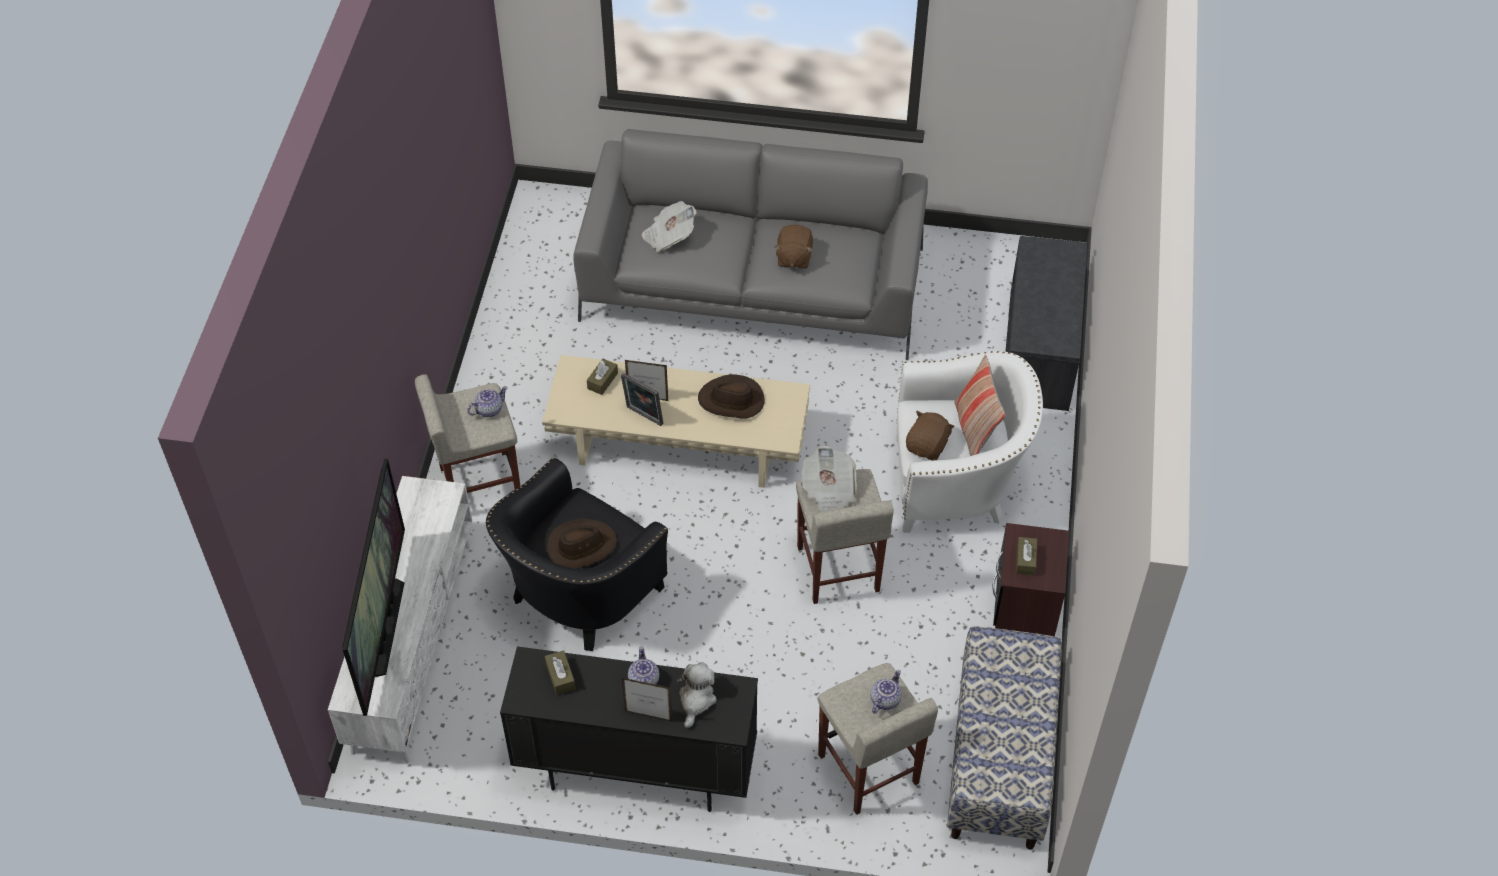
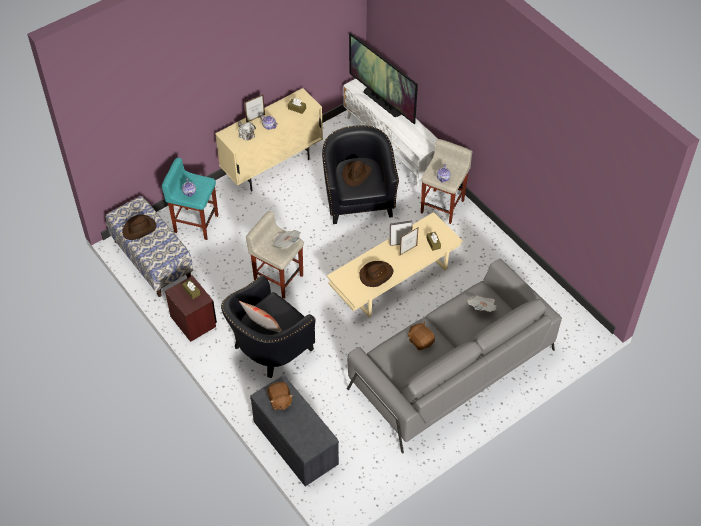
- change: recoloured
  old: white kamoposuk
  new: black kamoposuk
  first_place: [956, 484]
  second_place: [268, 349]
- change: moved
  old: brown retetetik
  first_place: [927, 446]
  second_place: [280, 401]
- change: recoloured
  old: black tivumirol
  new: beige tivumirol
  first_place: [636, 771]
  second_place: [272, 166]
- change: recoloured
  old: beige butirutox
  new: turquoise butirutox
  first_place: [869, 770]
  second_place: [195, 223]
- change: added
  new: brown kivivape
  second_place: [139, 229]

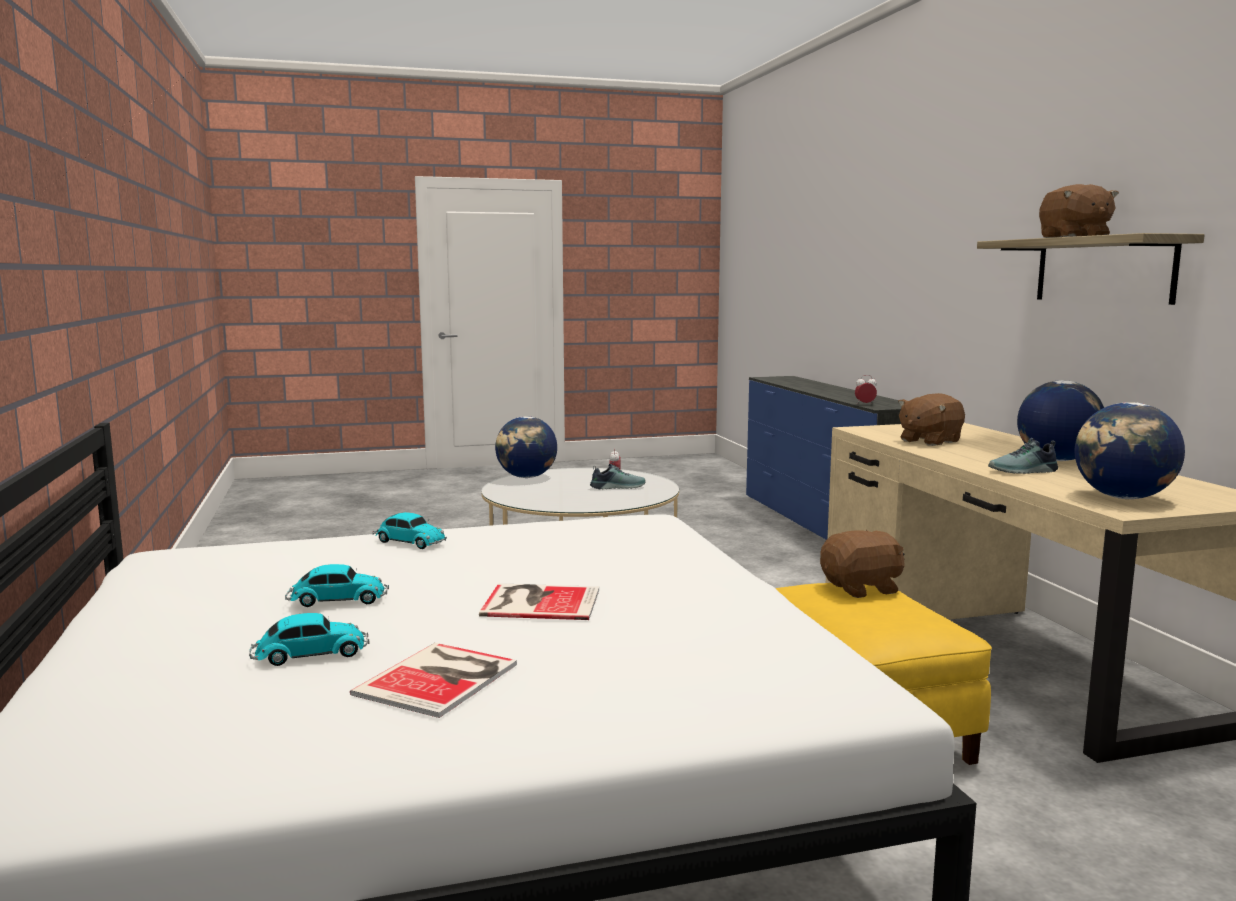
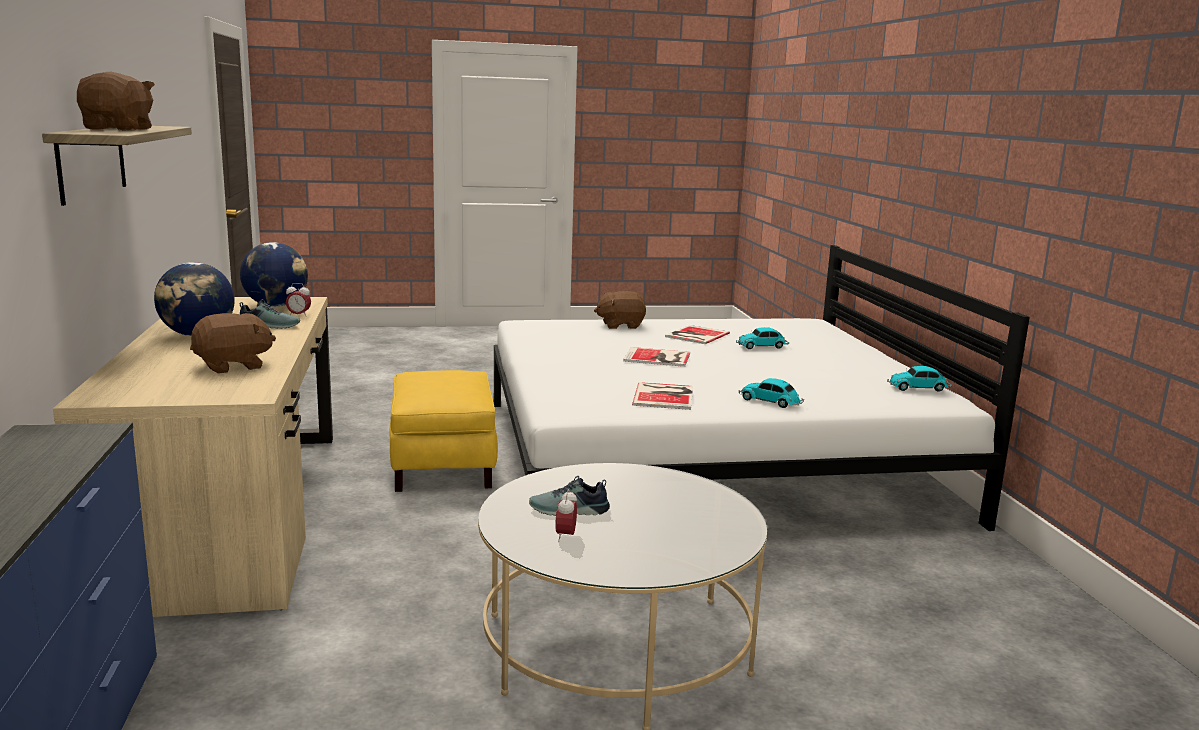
- change: moved
  old: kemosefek
  first_place: [865, 404]
  second_place: [299, 315]
- change: removed
  old: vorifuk
  first_place: [527, 477]
- change: moved
  old: brown retetetik
  first_place: [862, 588]
  second_place: [620, 325]
- change: moved
  old: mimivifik
  first_place: [336, 600]
  second_place: [919, 388]
- change: added
  new: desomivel
  second_place: [665, 396]

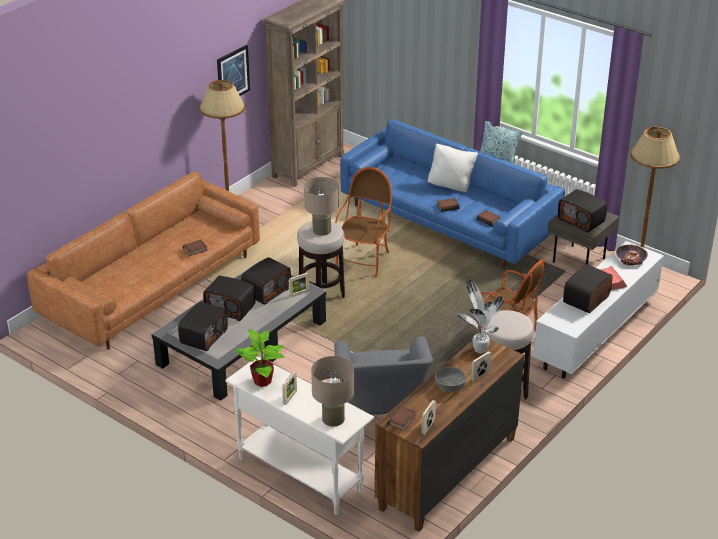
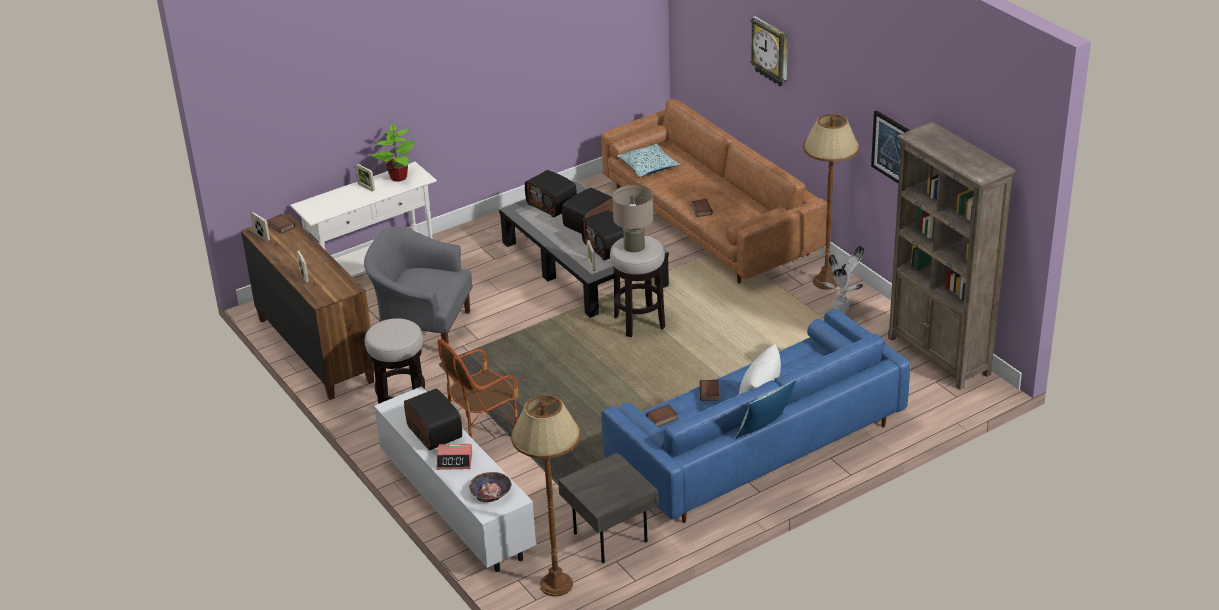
- change: removed
  old: kamoposuk
  first_place: [364, 261]
- change: removed
  old: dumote
  first_place: [581, 220]
- change: moved
  old: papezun
  first_place: [479, 349]
  second_place: [842, 311]
- change: removed
  old: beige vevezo
  first_place: [333, 419]
- change: removed
  old: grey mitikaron
  first_place: [449, 385]
- change: added
  new: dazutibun
  second_place: [771, 51]
- change: added
  new: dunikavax
  second_place: [648, 167]

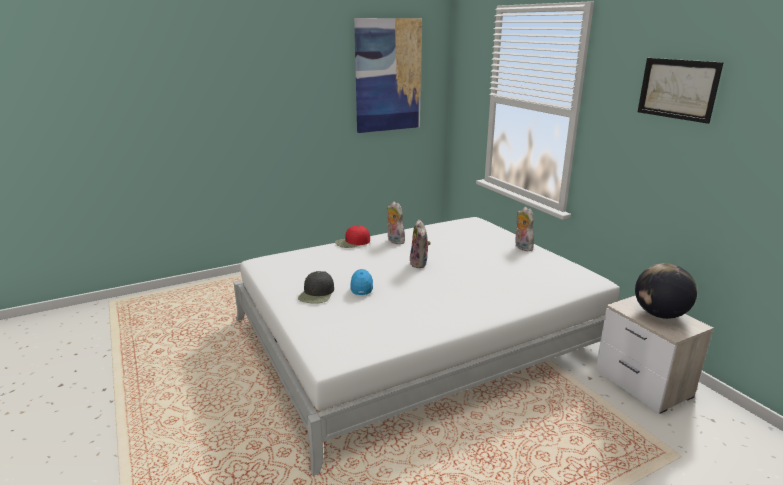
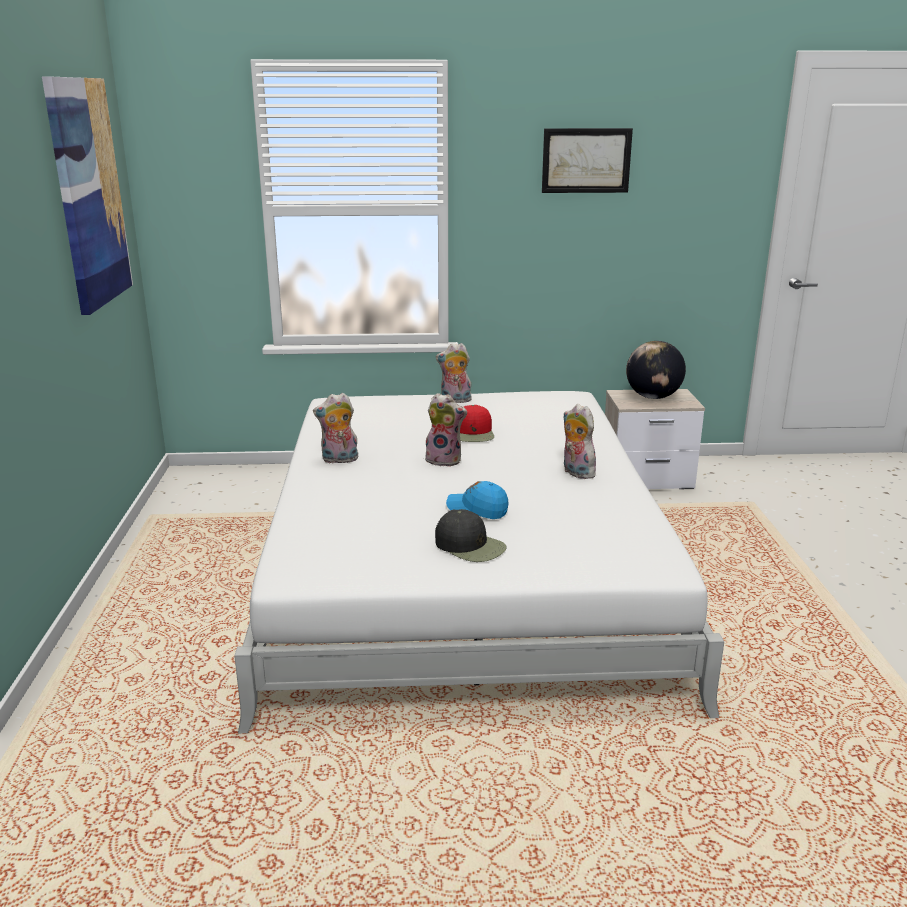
- change: moved
  old: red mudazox
  first_place: [352, 242]
  second_place: [474, 433]
- change: added
  new: retetetik
  second_place: [576, 472]

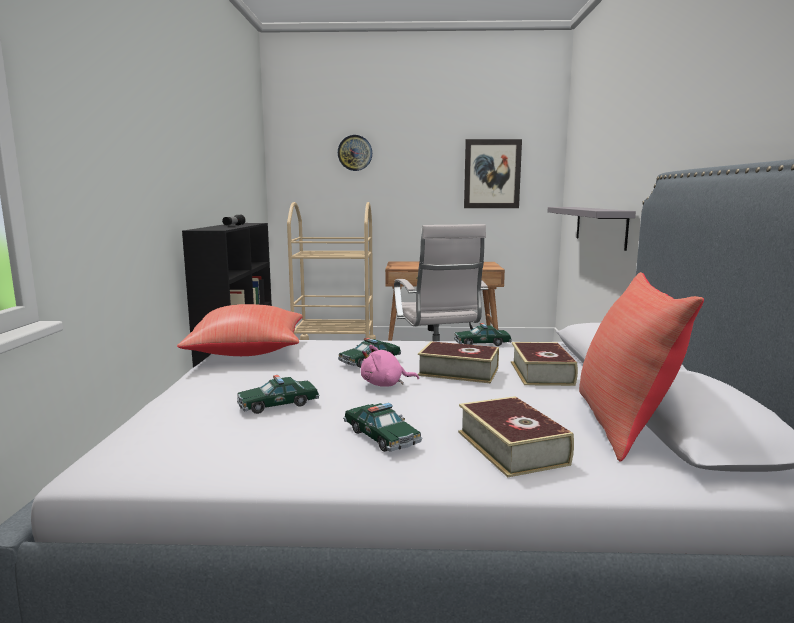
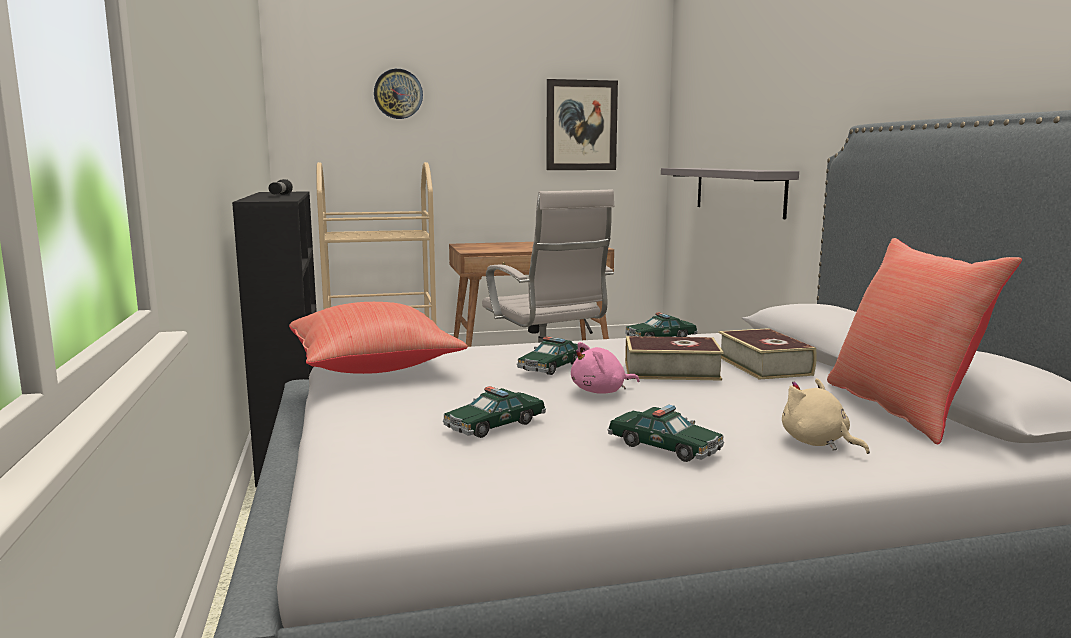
- change: replaced
  old: desomivel
  new: beige retetetik
  first_place: [511, 447]
  second_place: [817, 443]

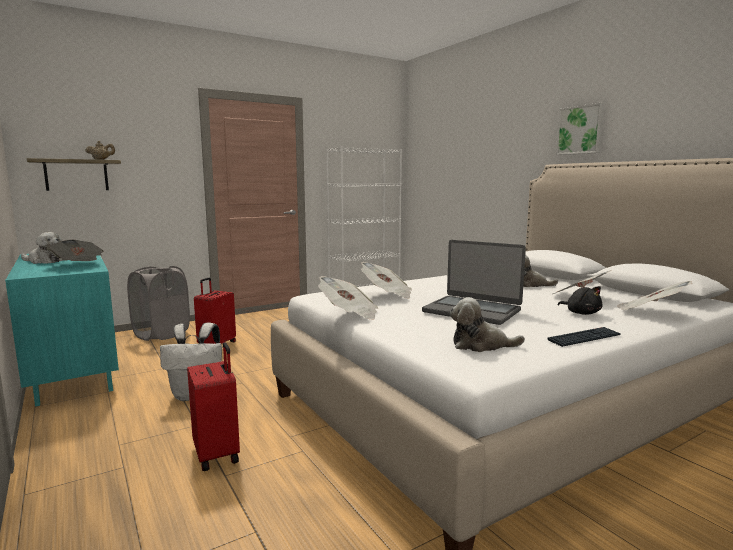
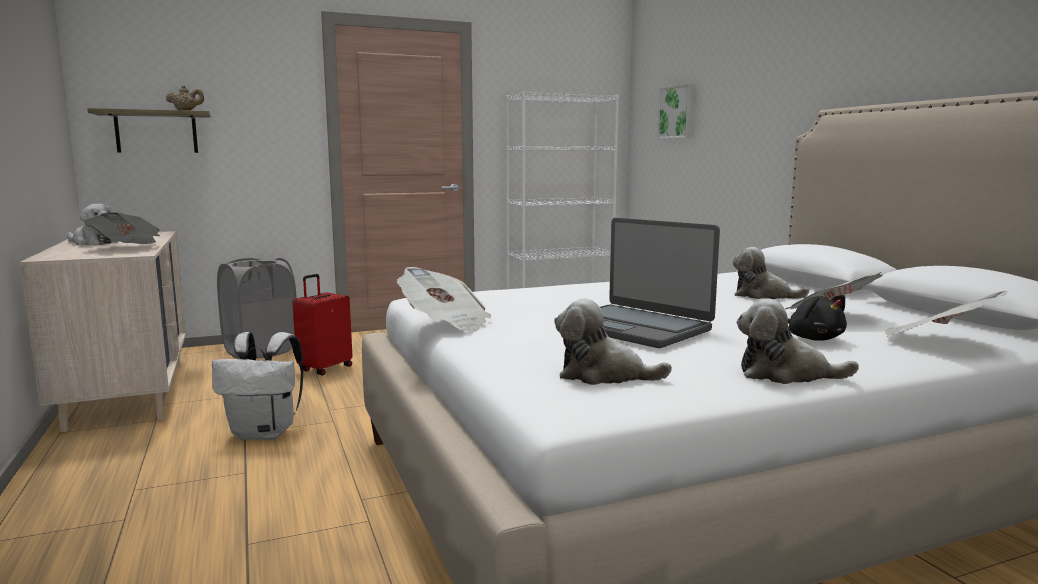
- change: moved
  old: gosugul
  first_place: [580, 130]
  second_place: [677, 112]
- change: recoloured
  old: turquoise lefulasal
  new: beige lefulasal
  first_place: [73, 371]
  second_place: [128, 391]
- change: removed
  old: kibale
  first_place: [387, 294]
- change: replaced
  old: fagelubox
  new: retetetik
  first_place: [584, 338]
  second_place: [785, 374]
- change: removed
  old: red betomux
  first_place: [218, 454]

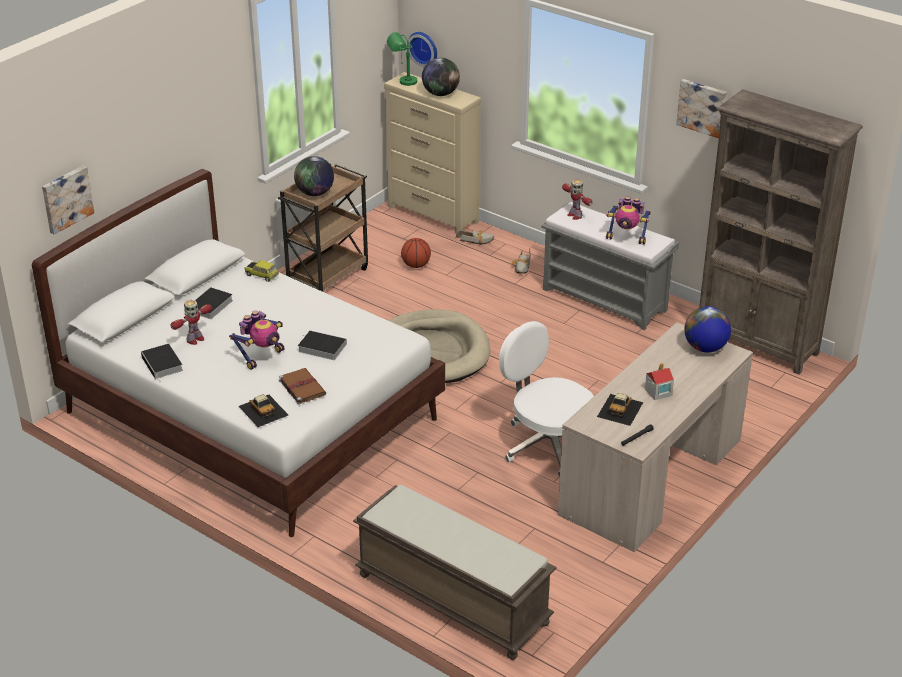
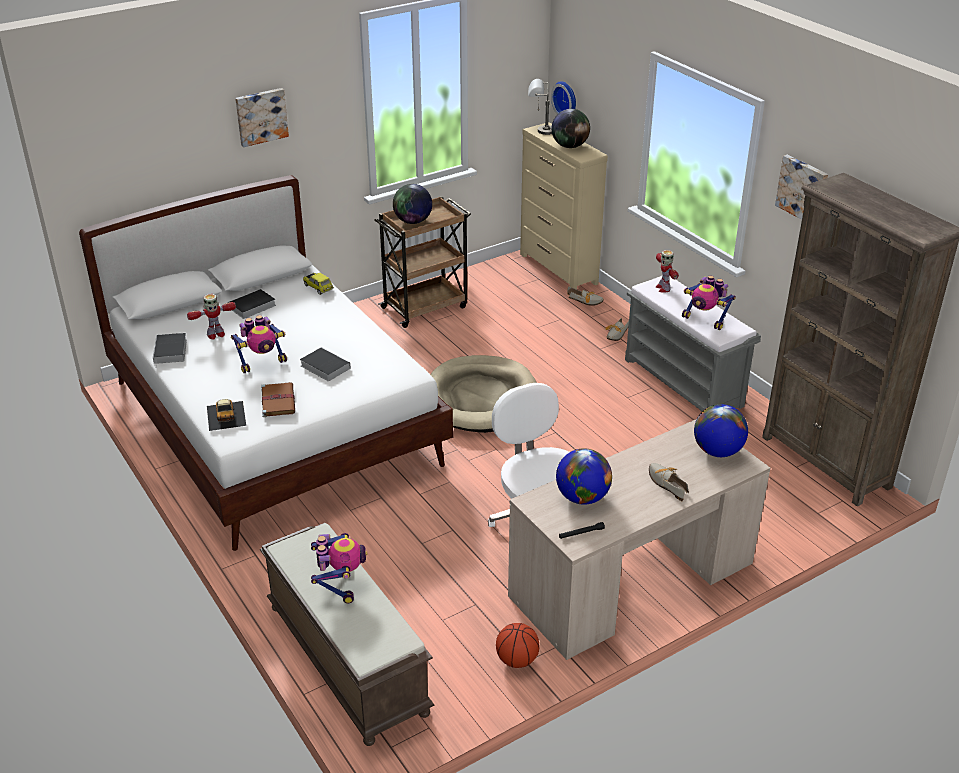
- change: recoloured
  old: green vevezo
  new: grey vevezo
  first_place: [402, 82]
  second_place: [540, 131]
- change: moved
  old: gosugul
  first_place: [66, 198]
  second_place: [261, 116]
- change: moved
  old: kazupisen
  first_place: [416, 265]
  second_place: [516, 660]
- change: removed
  old: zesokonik
  first_place: [658, 392]
- change: replaced
  old: mimivifik
  new: vorifuk
  first_place: [620, 409]
  second_place: [582, 497]
- change: added
  new: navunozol
  second_place: [666, 483]
- change: added
  new: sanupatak
  second_place: [340, 584]

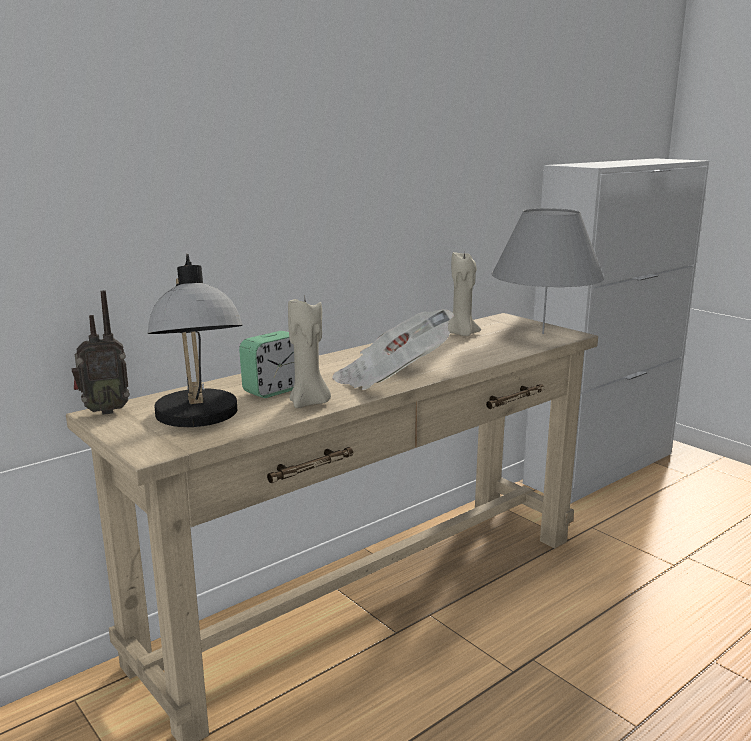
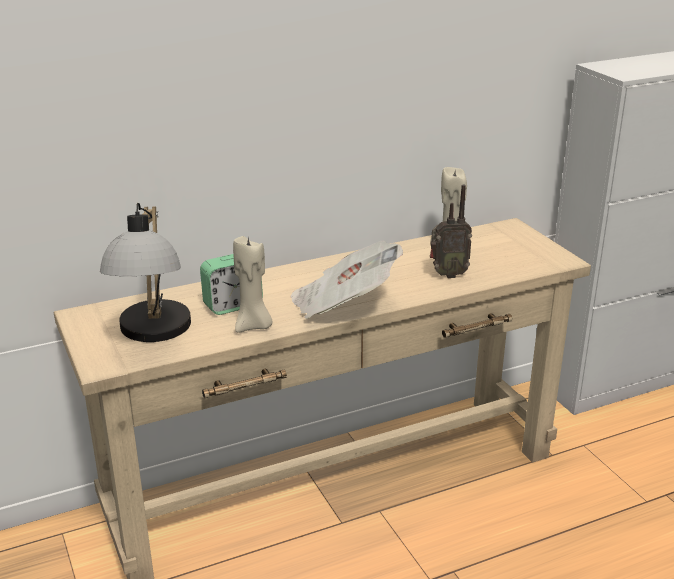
- change: removed
  old: grey vevezo
  first_place: [543, 333]
- change: moved
  old: dumote
  first_place: [104, 411]
  second_place: [447, 274]

